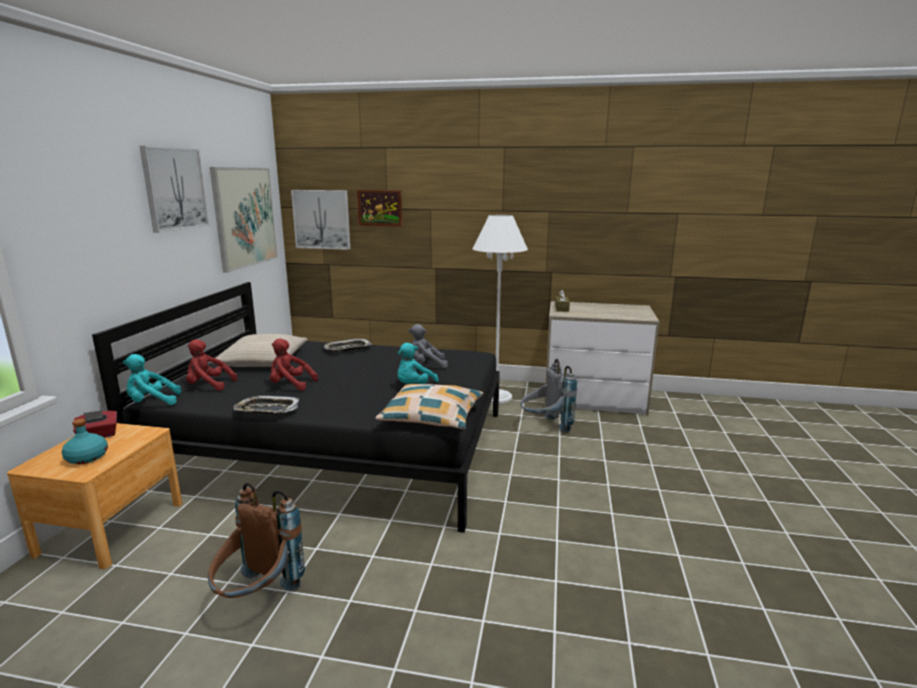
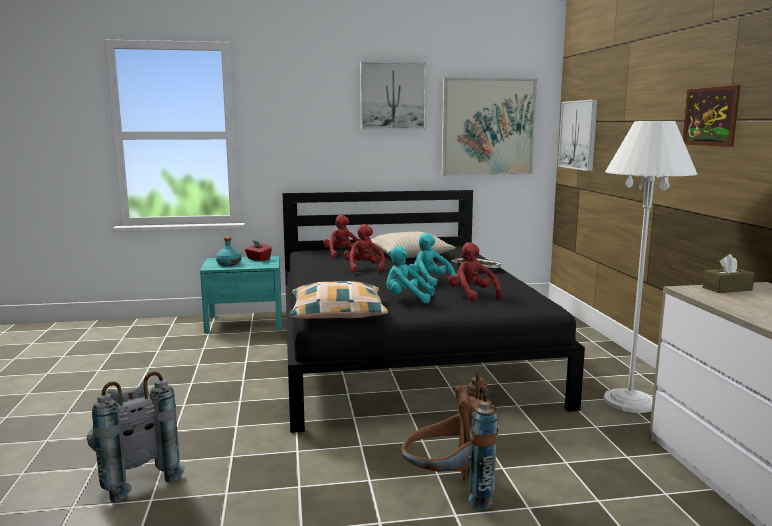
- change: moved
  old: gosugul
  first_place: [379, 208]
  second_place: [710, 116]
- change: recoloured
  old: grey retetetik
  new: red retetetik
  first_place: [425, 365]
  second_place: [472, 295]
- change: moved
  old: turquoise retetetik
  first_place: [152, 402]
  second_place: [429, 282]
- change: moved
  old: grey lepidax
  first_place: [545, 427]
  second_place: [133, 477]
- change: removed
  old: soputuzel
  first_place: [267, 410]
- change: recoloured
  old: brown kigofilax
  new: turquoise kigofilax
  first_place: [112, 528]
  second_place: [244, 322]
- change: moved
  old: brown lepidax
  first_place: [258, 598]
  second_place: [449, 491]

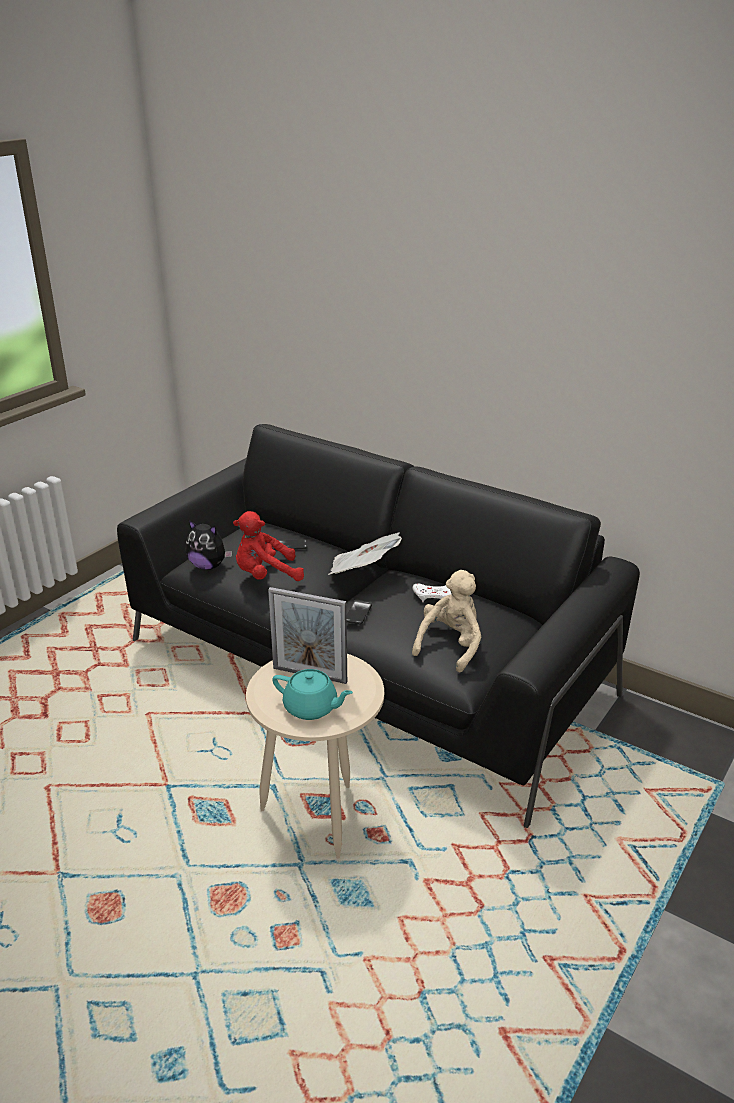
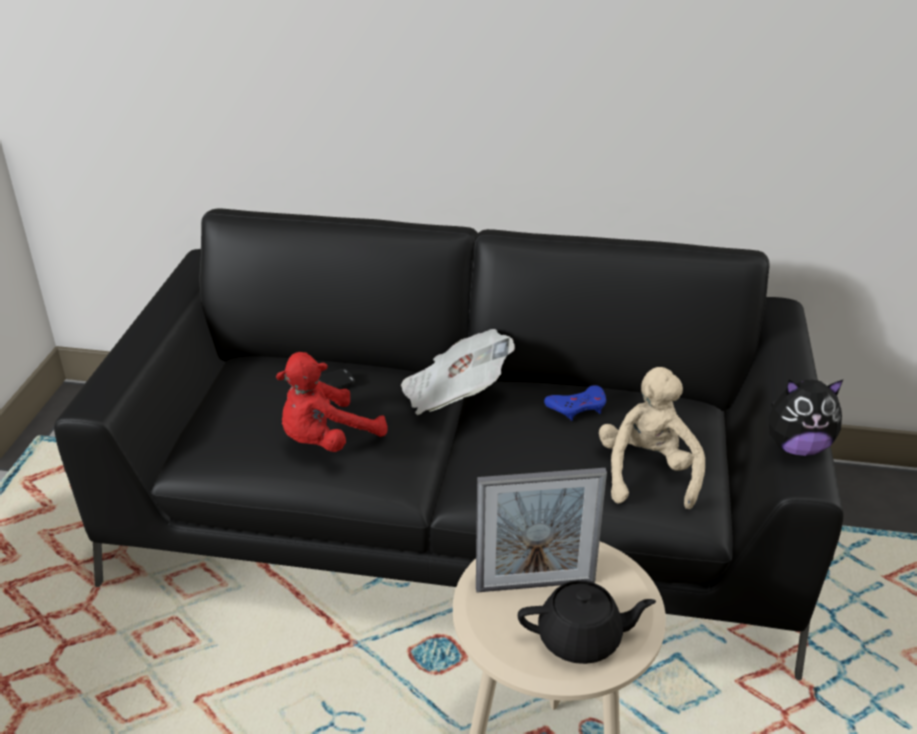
- change: moved
  old: retetetik
  first_place: [208, 566]
  second_place: [796, 447]
- change: recoloured
  old: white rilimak
  new: blue rilimak
  first_place: [434, 596]
  second_place: [578, 407]
- change: removed
  old: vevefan
  first_place: [358, 613]
- change: recoloured
  old: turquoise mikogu
  new: black mikogu
  first_place: [311, 708]
  second_place: [581, 639]

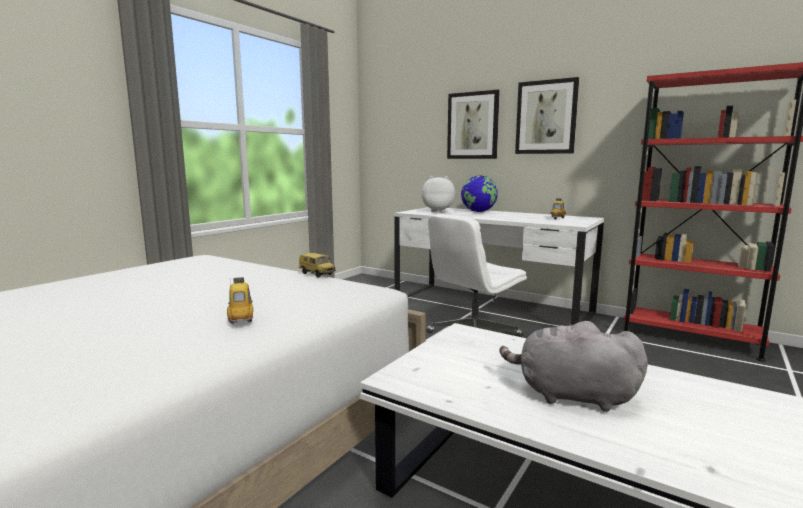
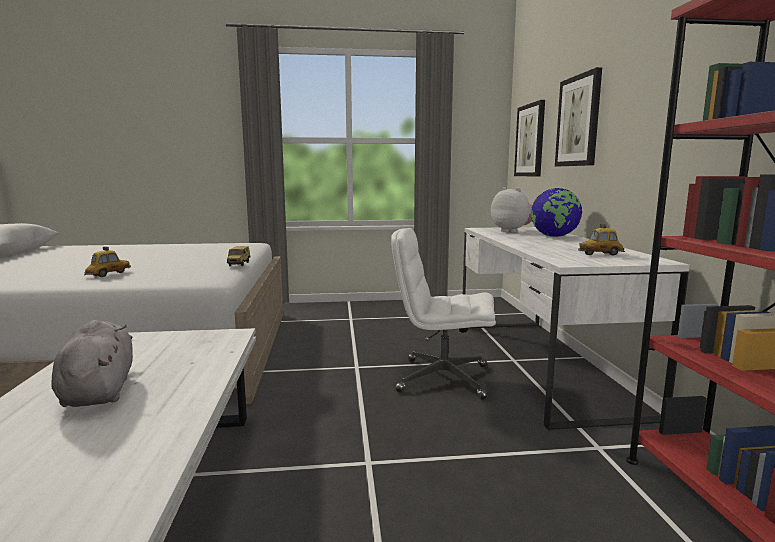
- change: moved
  old: gosugul
  first_place: [546, 117]
  second_place: [530, 140]

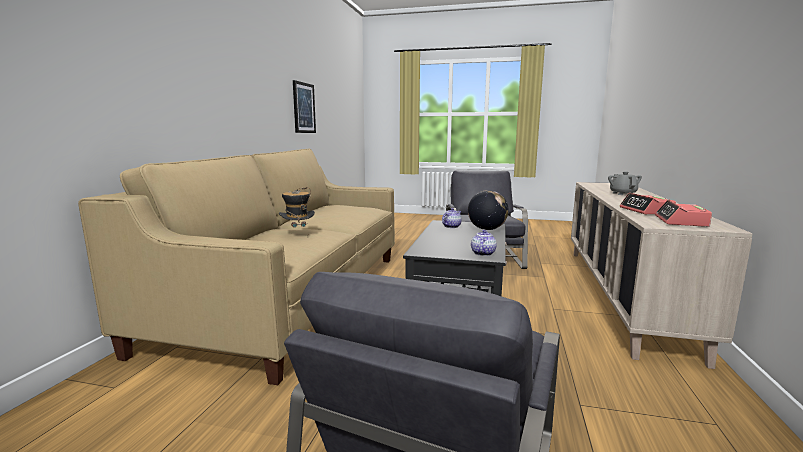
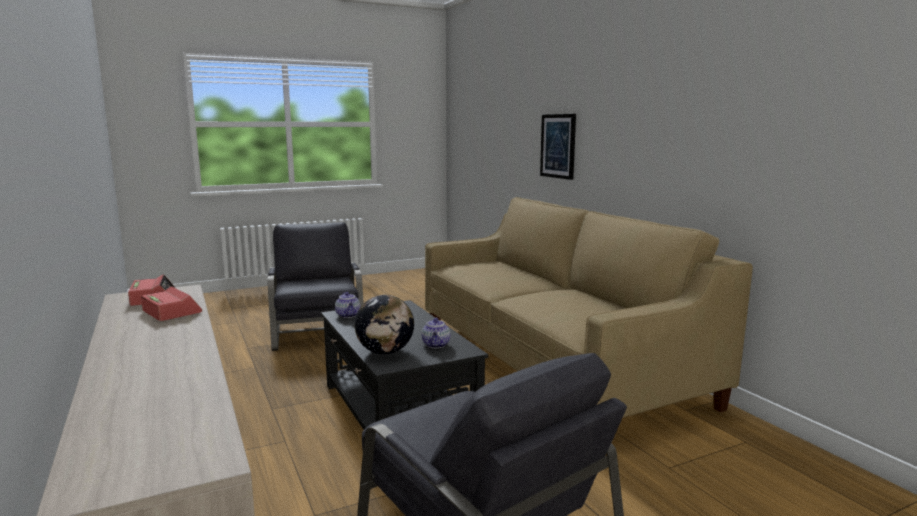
- change: moved
  old: gosugul
  first_place: [303, 108]
  second_place: [558, 146]
- change: removed
  old: grey mikogu
  first_place: [622, 193]
- change: removed
  old: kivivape
  first_place: [298, 234]

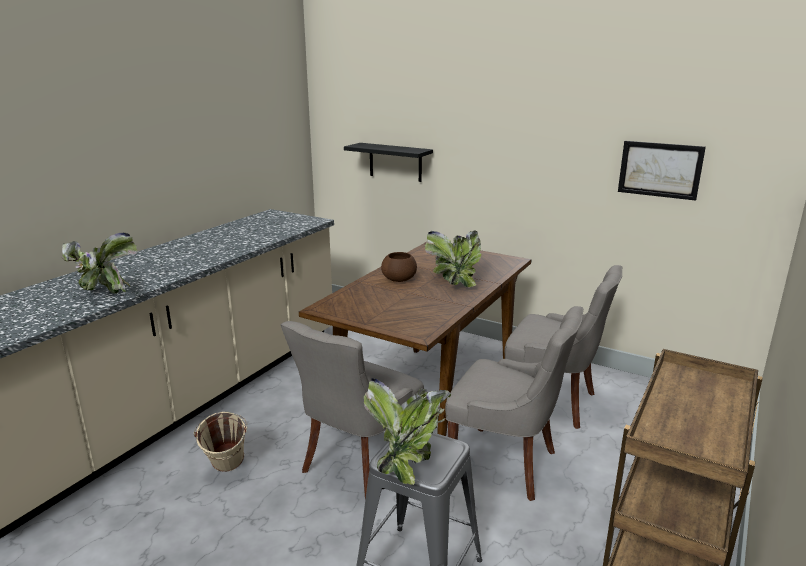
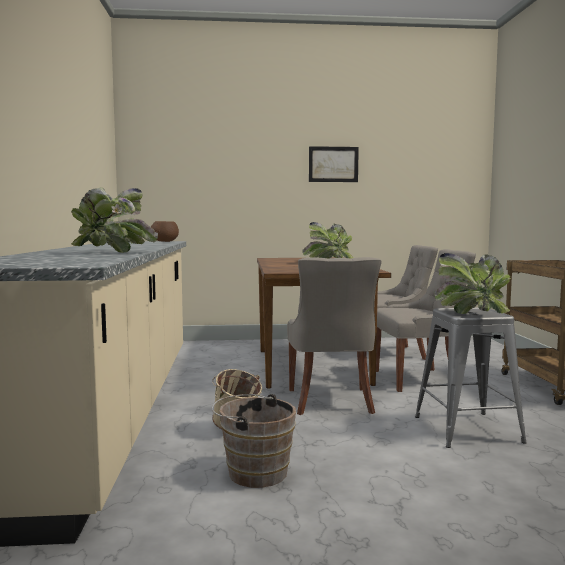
- change: moved
  old: gosugul
  first_place: [660, 170]
  second_place: [333, 164]
- change: removed
  old: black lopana
  first_place: [395, 162]
- change: moved
  old: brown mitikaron
  first_place: [399, 279]
  second_place: [165, 241]
- change: added
  new: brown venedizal
  second_place: [253, 472]

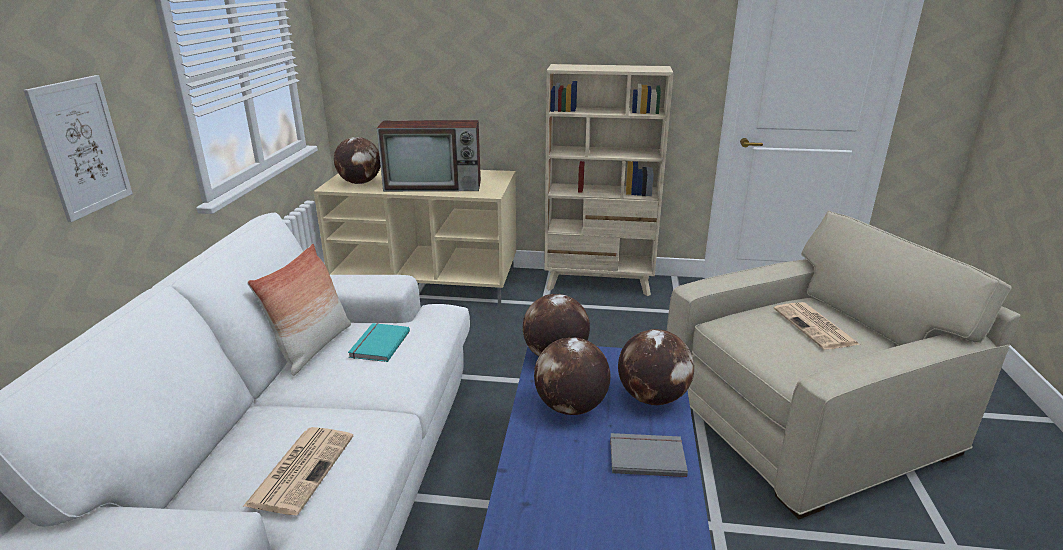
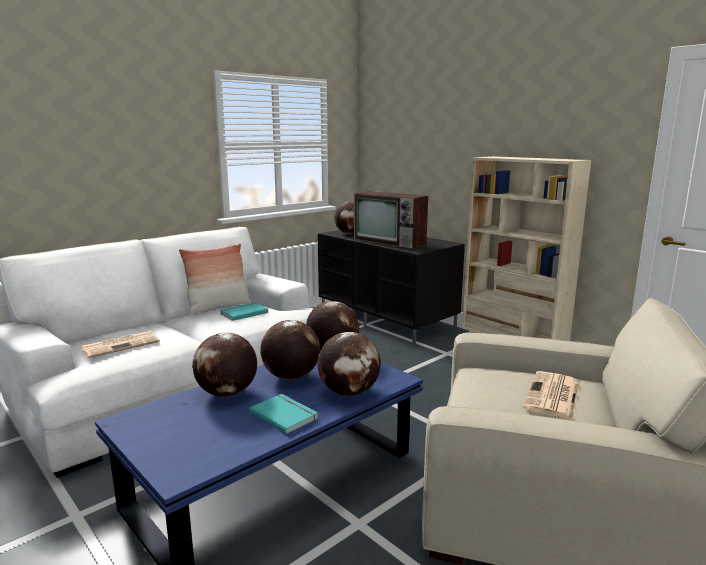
- change: removed
  old: gosugul
  first_place: [81, 147]
- change: recoloured
  old: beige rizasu
  new: black rizasu
  first_place: [429, 281]
  second_place: [387, 319]
- change: recoloured
  old: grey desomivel
  new: turquoise desomivel
  first_place: [646, 456]
  second_place: [285, 415]
- change: added
  new: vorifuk
  second_place: [227, 393]

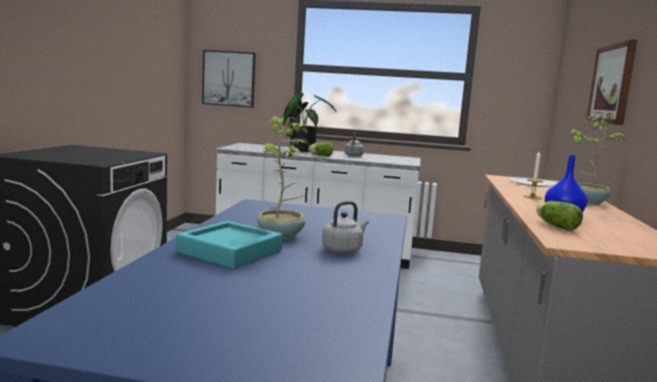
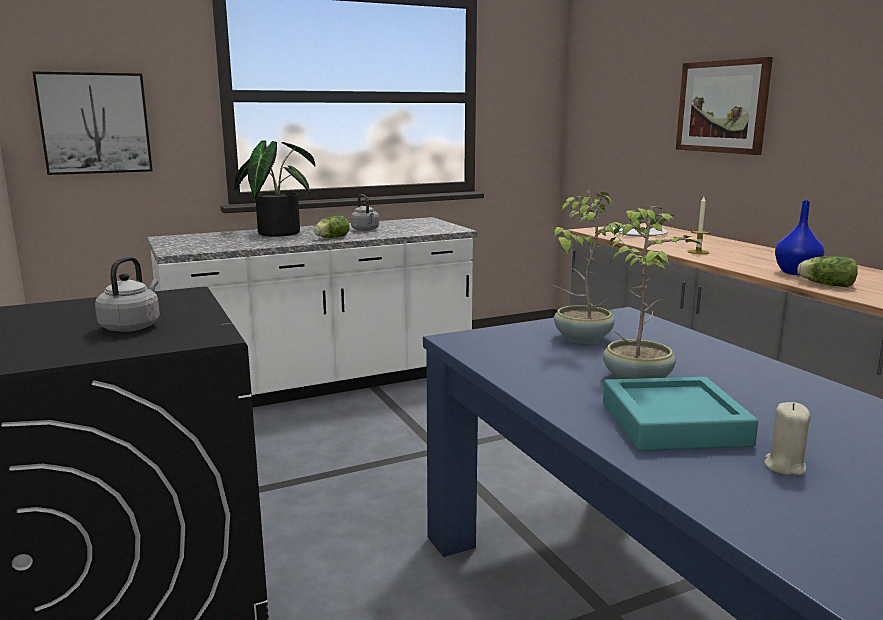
- change: moved
  old: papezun
  first_place: [587, 202]
  second_place: [581, 338]
- change: moved
  old: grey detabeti
  first_place: [343, 250]
  second_place: [132, 326]
- change: added
  new: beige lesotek
  second_place: [784, 466]

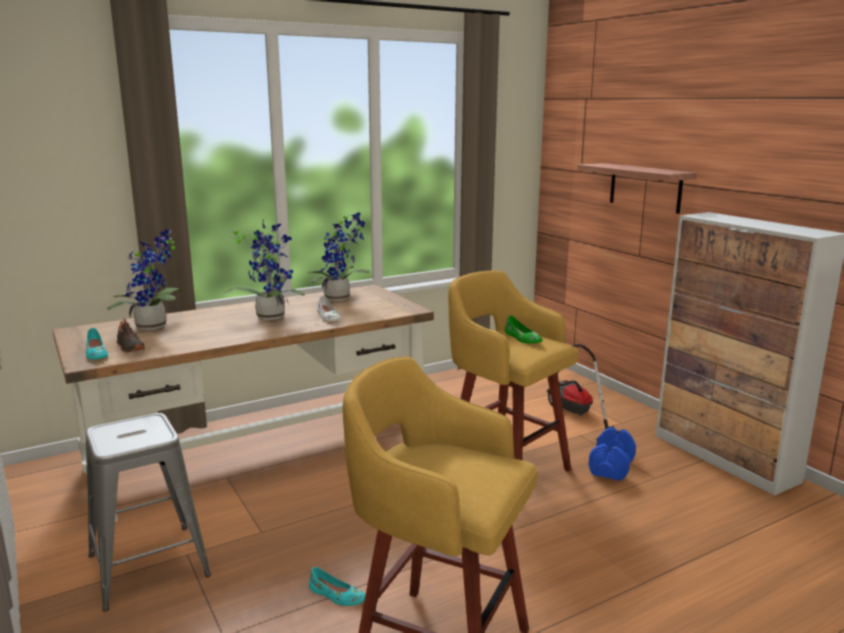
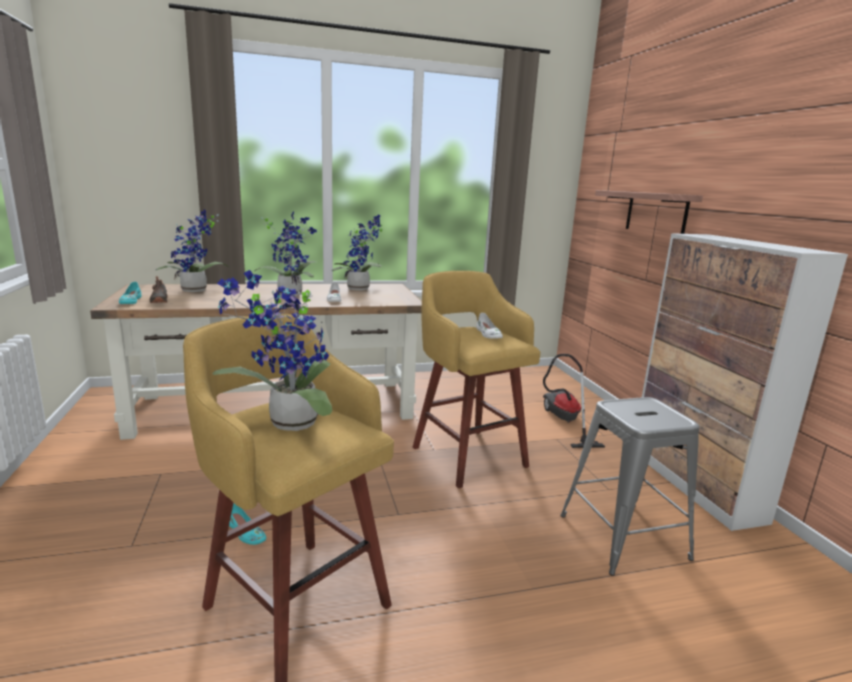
- change: recoloured
  old: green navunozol
  new: white navunozol
  first_place: [522, 338]
  second_place: [488, 334]
- change: moved
  old: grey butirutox
  first_place: [148, 566]
  second_place: [623, 537]
- change: removed
  old: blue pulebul
  first_place: [611, 467]
- change: added
  new: papezun
  second_place: [288, 424]

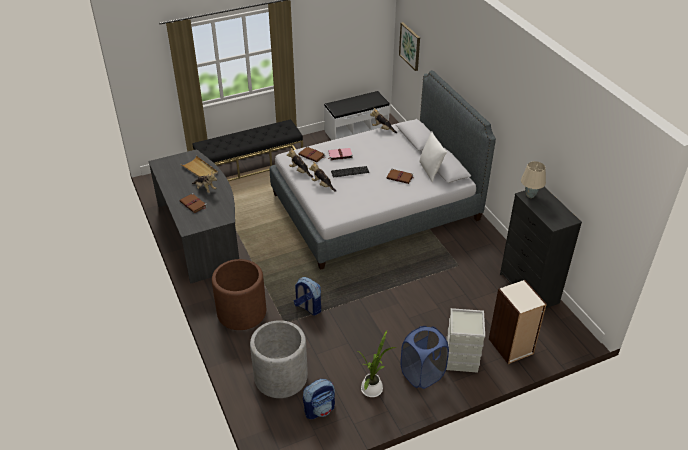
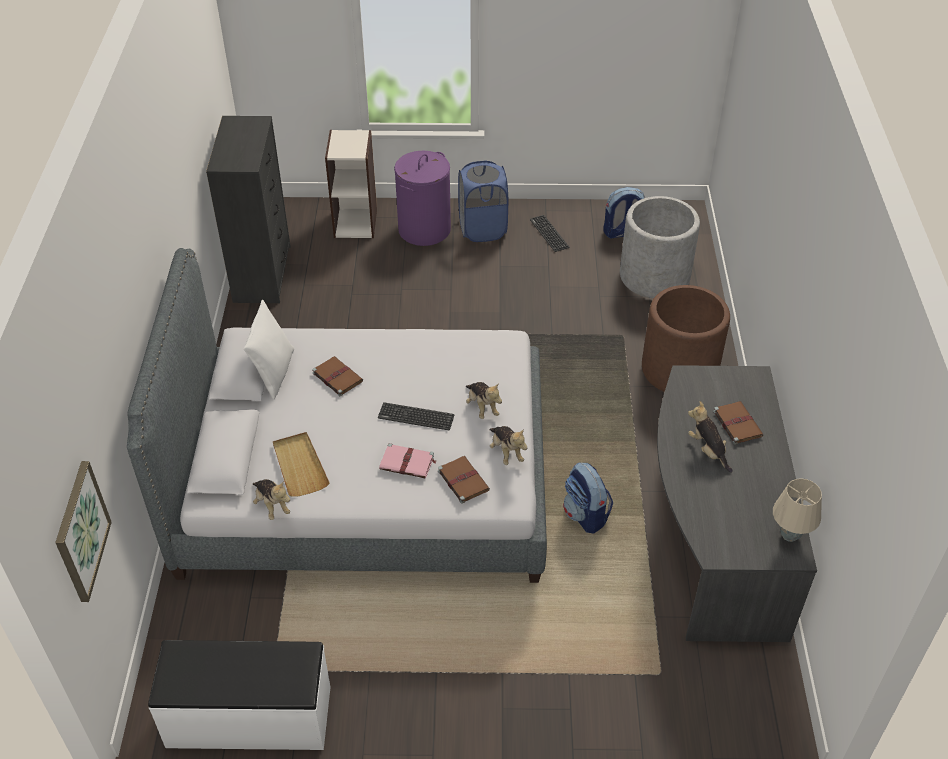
- change: removed
  old: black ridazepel
  first_place: [250, 165]
- change: moved
  old: beige soputuzel
  first_place: [200, 170]
  second_place: [299, 466]
- change: moved
  old: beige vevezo
  first_place: [530, 195]
  second_place: [790, 536]
- change: moved
  old: lepidax
  first_place: [308, 307]
  second_place: [585, 515]
- change: replaced
  old: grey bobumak
  new: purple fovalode
  first_place: [461, 358]
  second_place: [424, 230]
- change: replaced
  old: papezun
  new: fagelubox
  first_place: [373, 388]
  second_place: [549, 233]

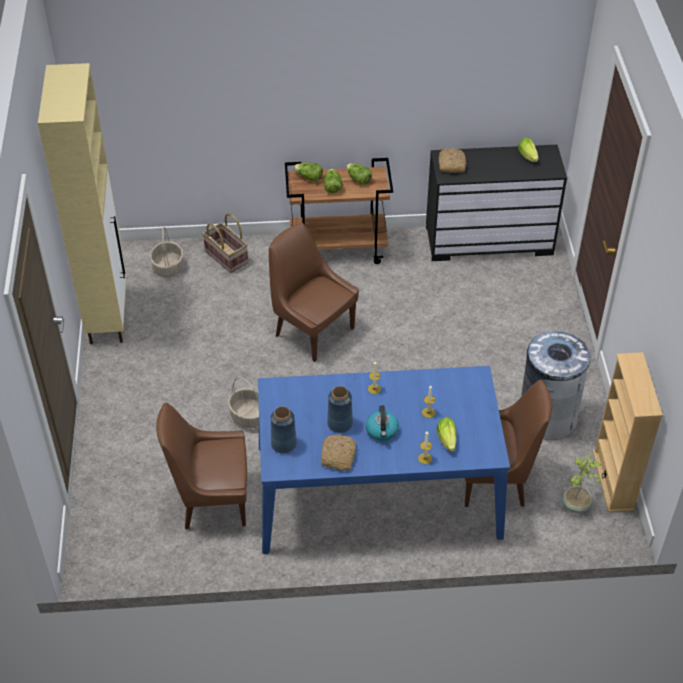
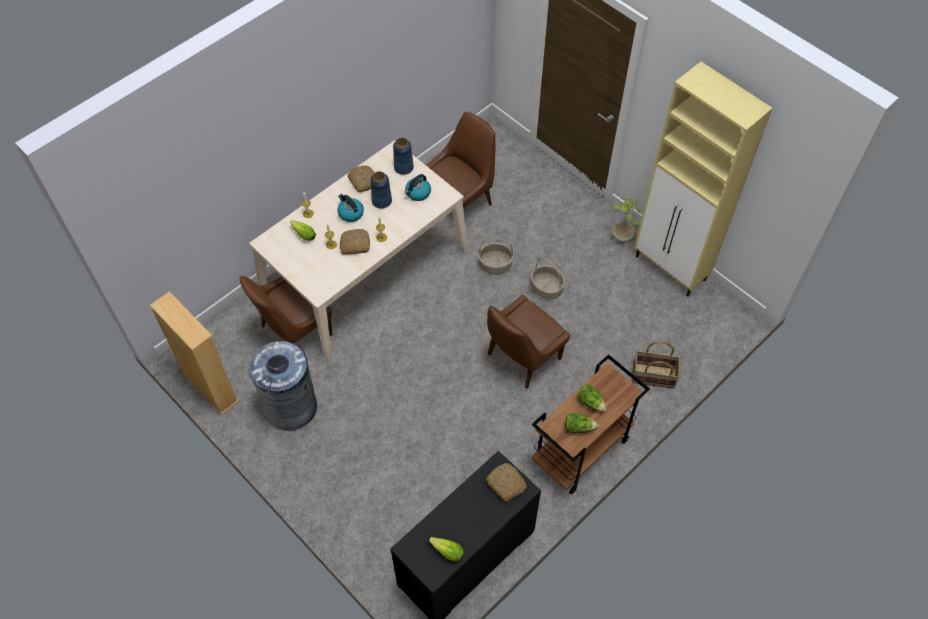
- change: removed
  old: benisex
  first_place: [309, 177]
- change: turned
  old: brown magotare
  first_place: [312, 330]
  second_place: [522, 358]
  degrees: 135
- change: moved
  old: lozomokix
  first_place: [168, 268]
  second_place: [546, 288]
- change: recoloured
  old: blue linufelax
  new: beige linufelax
  first_place: [377, 491]
  second_place: [365, 273]
- change: moved
  old: papezun
  first_place: [576, 505]
  second_place: [621, 237]
- change: added
  new: detabeti
  second_place: [418, 193]
- change: added
  new: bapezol
  second_place: [355, 245]

